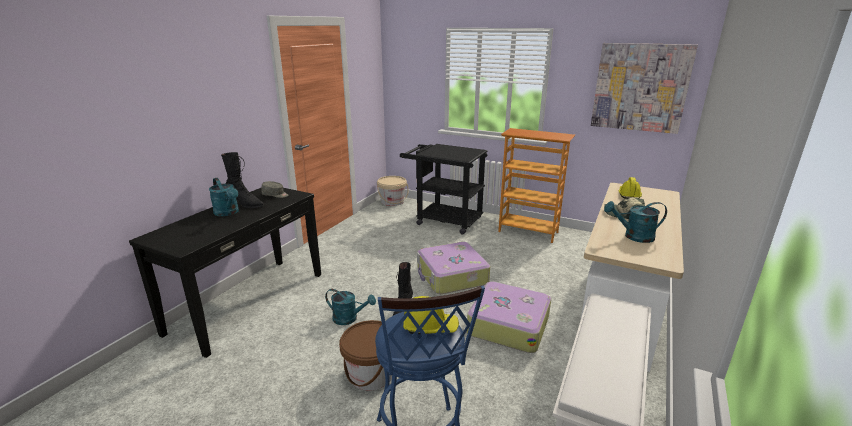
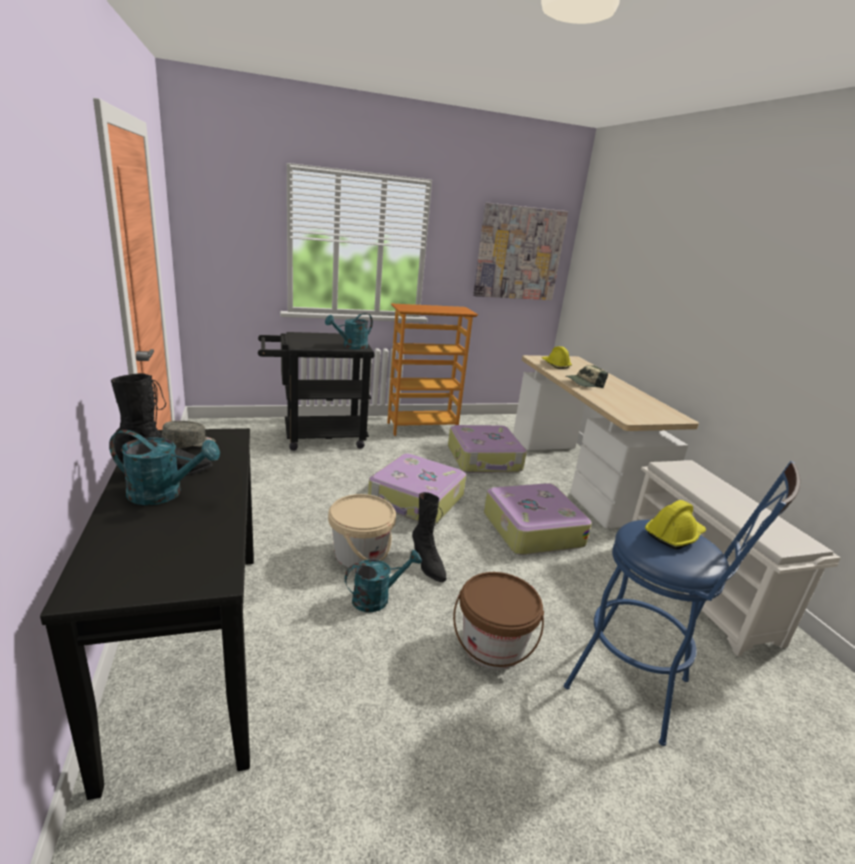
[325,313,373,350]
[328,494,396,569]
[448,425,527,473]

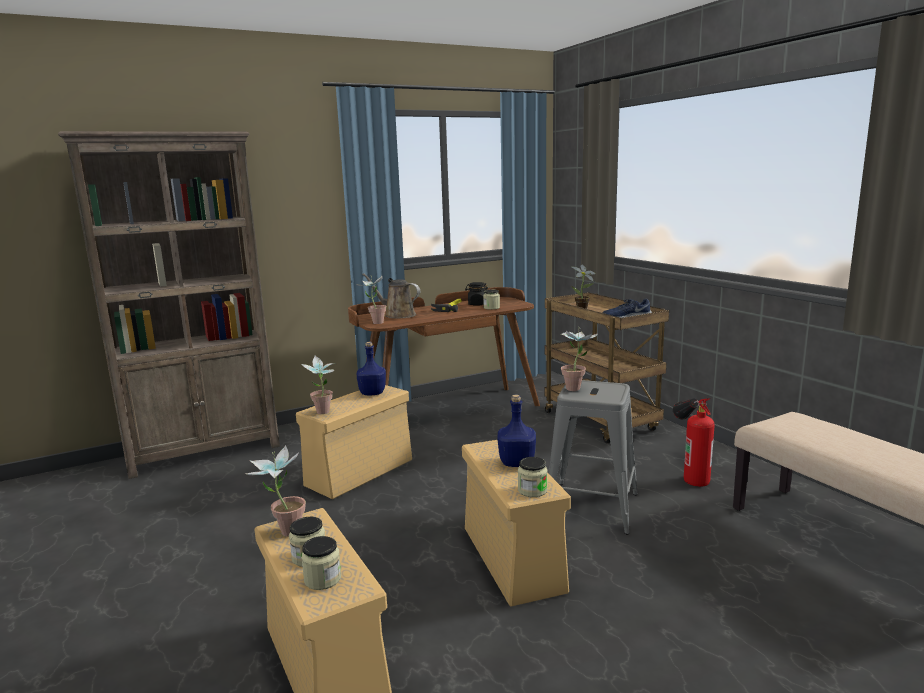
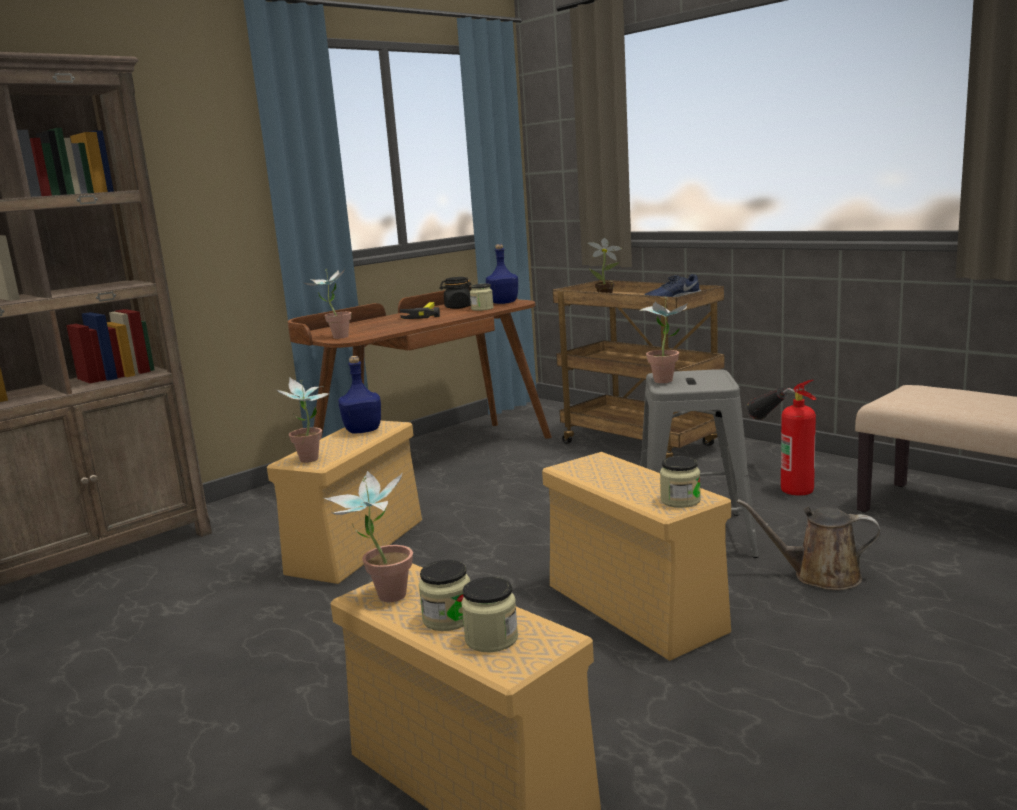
[486,244,518,304]
[737,499,881,590]

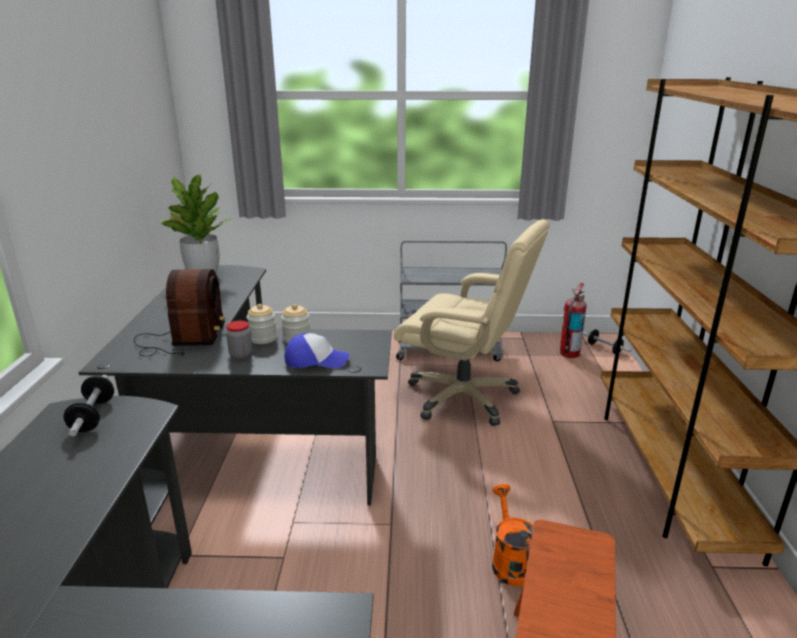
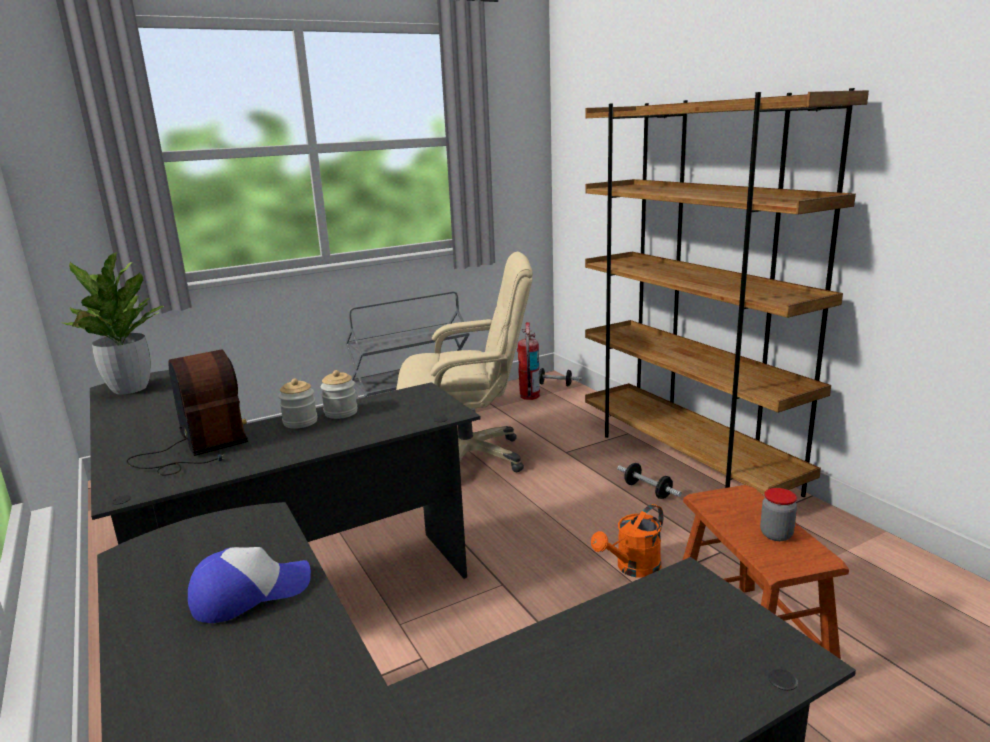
[188,547,311,623]
[591,504,664,578]
[617,463,682,499]
[760,488,797,541]

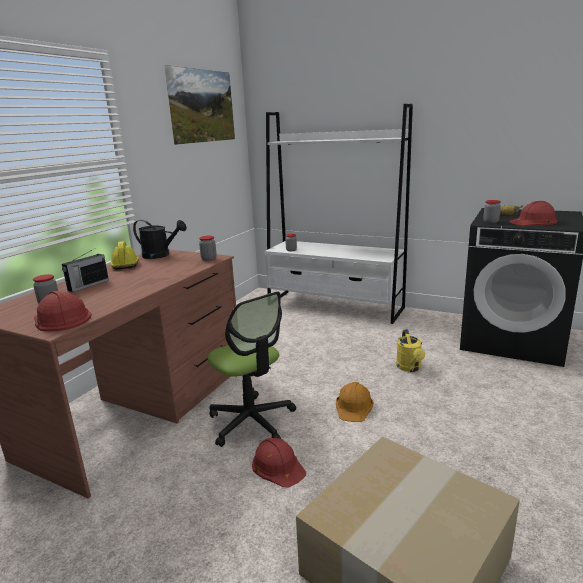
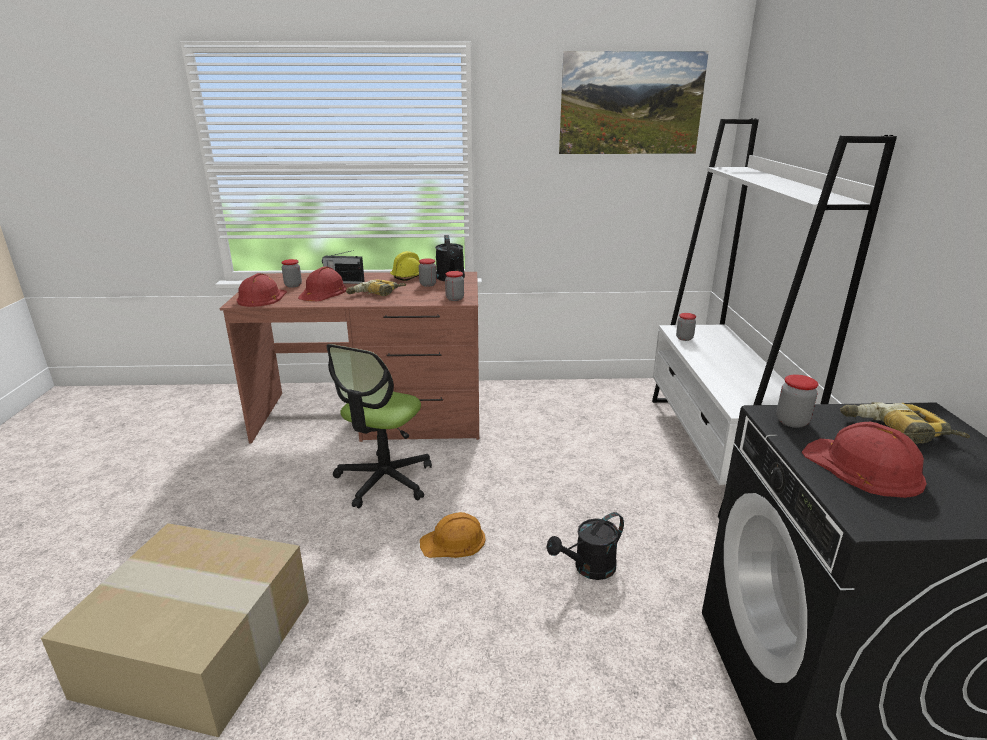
[298,266,347,301]
[346,279,406,296]
[419,258,437,287]
[547,512,624,580]

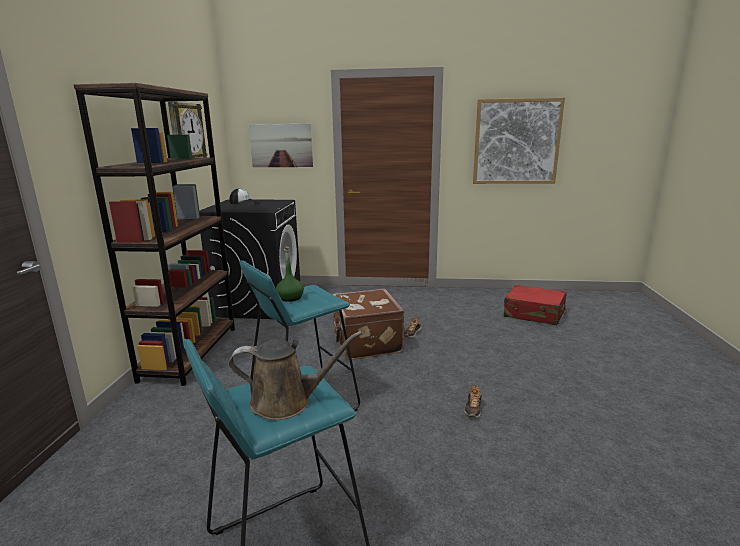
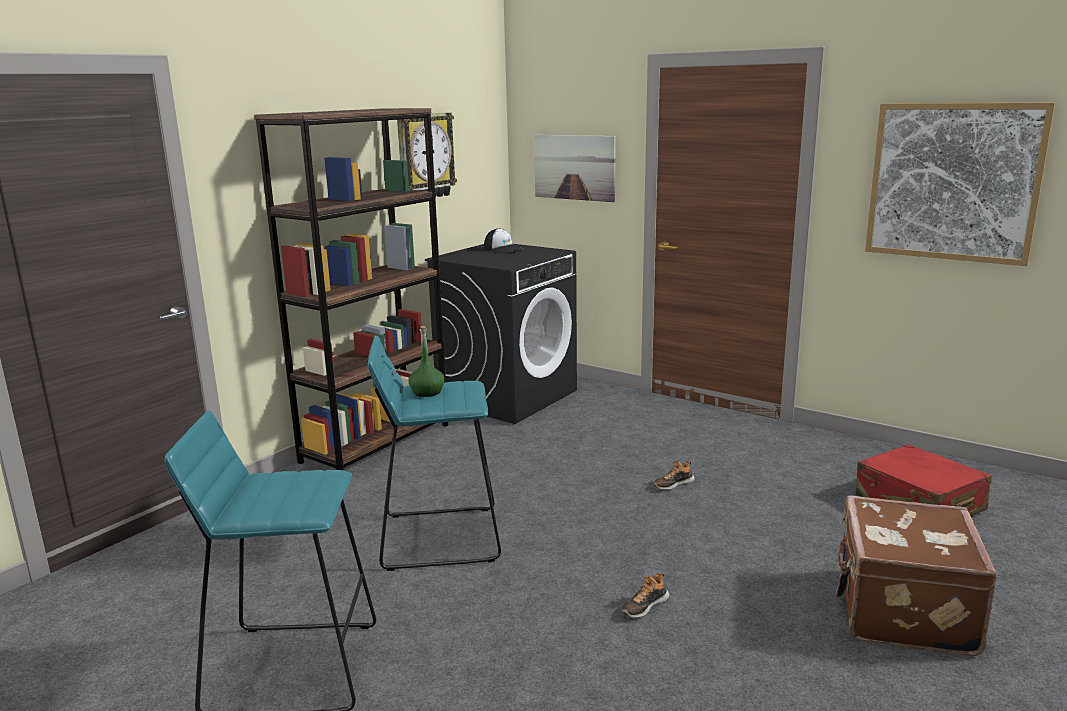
[836,495,997,656]
[229,331,362,420] (first image)

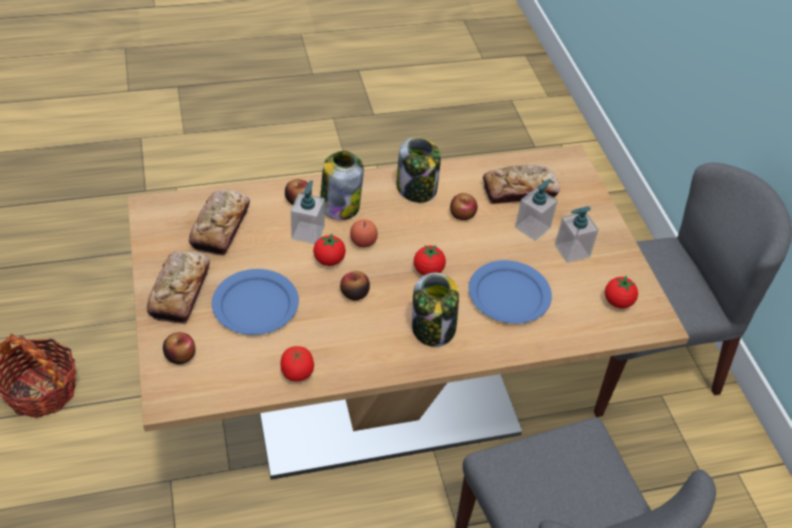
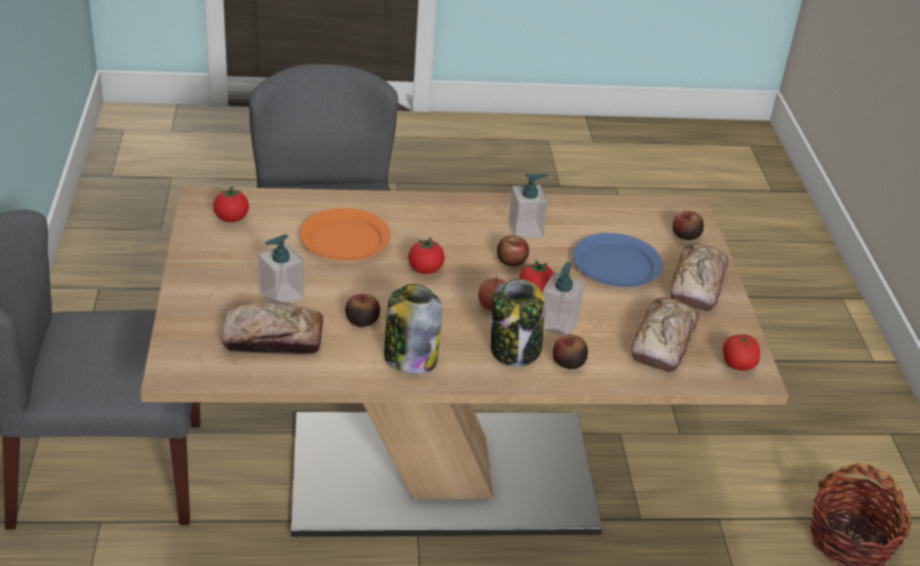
[300,208,391,261]
[508,173,548,239]
[723,334,760,371]
[412,273,459,347] (first image)

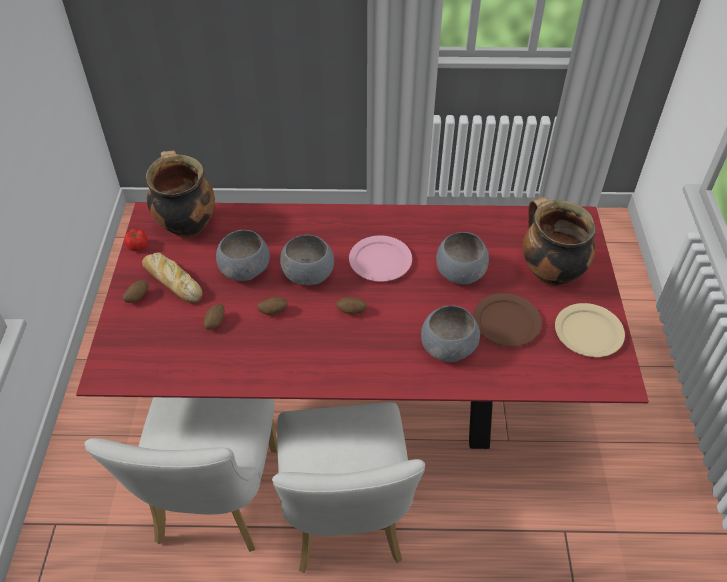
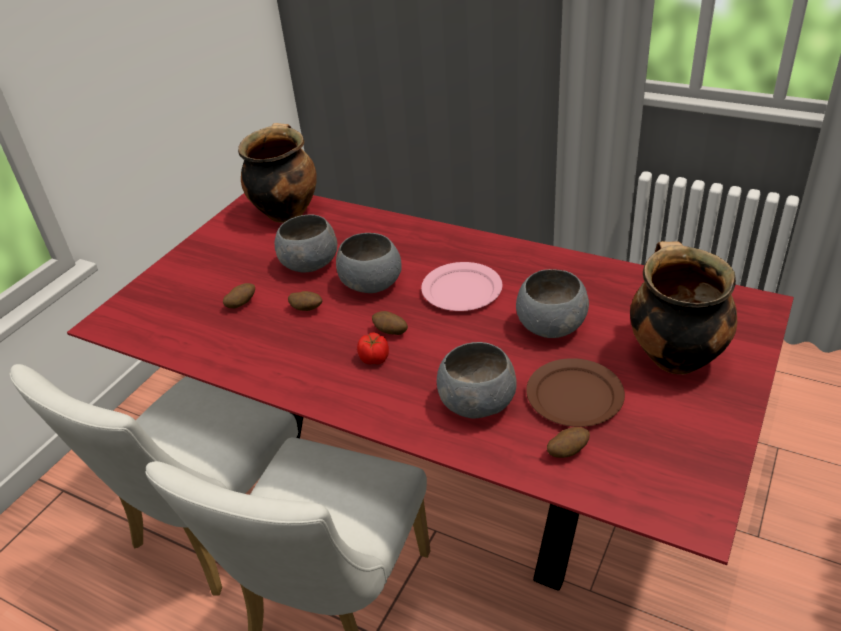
[357,332,389,364]
[547,427,590,458]
[142,252,202,303] (first image)
[555,303,625,357] (first image)

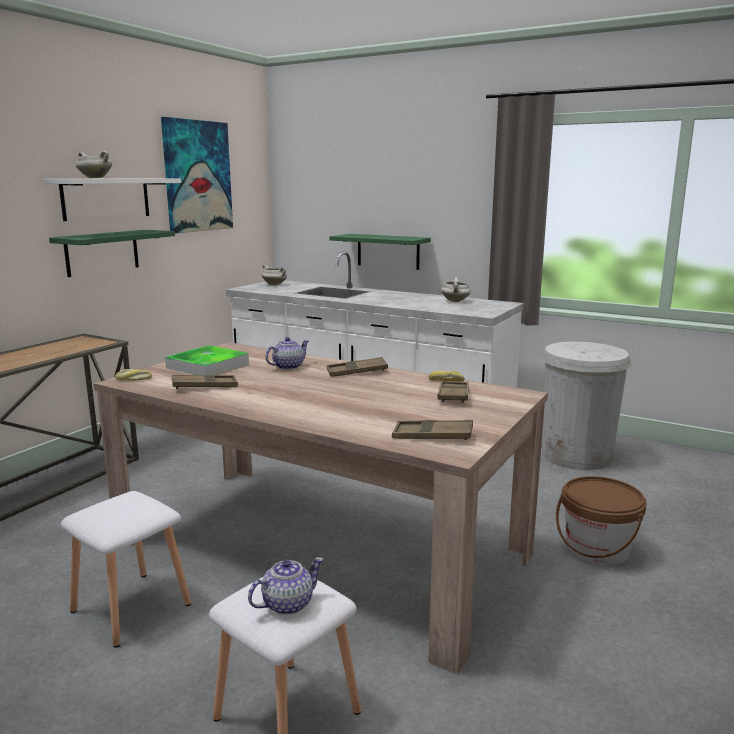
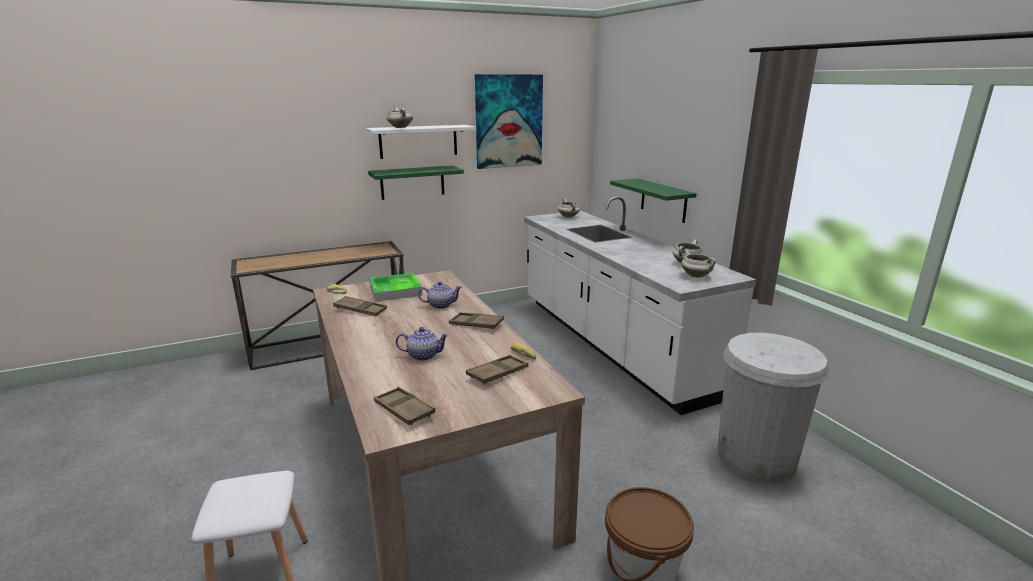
[396,327,449,361]
[681,250,716,278]
[61,491,191,648] (first image)

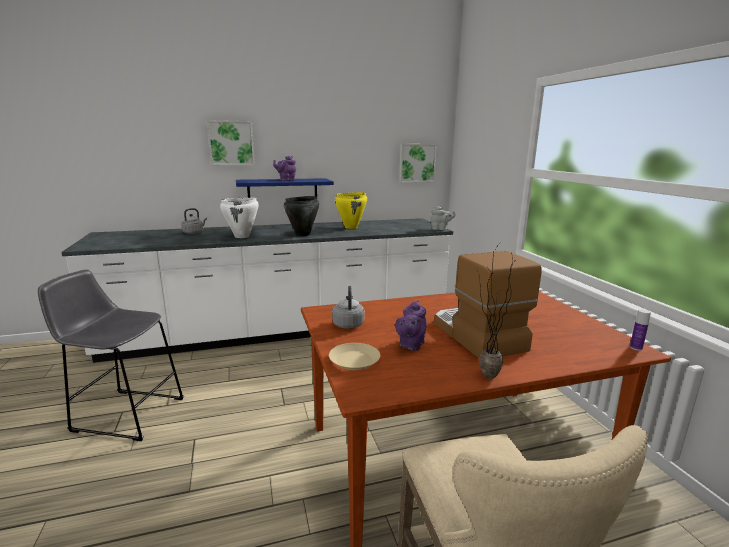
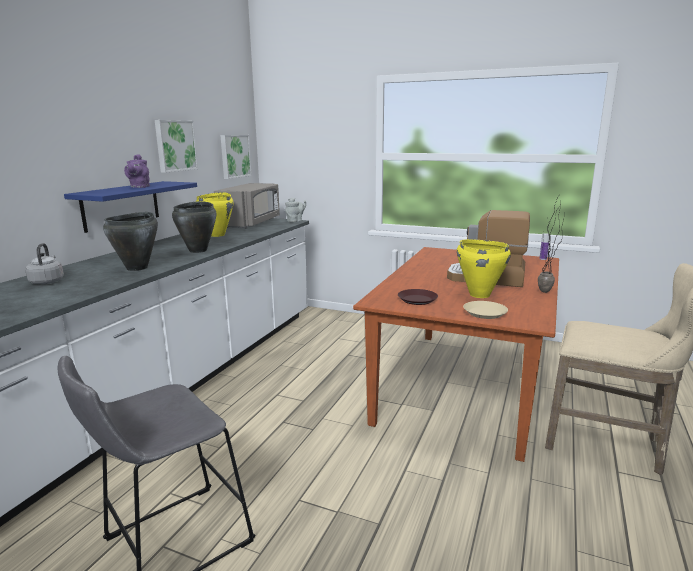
[103,212,158,271]
[155,120,198,173]
[214,183,280,229]
[398,289,438,305]
[457,239,511,298]

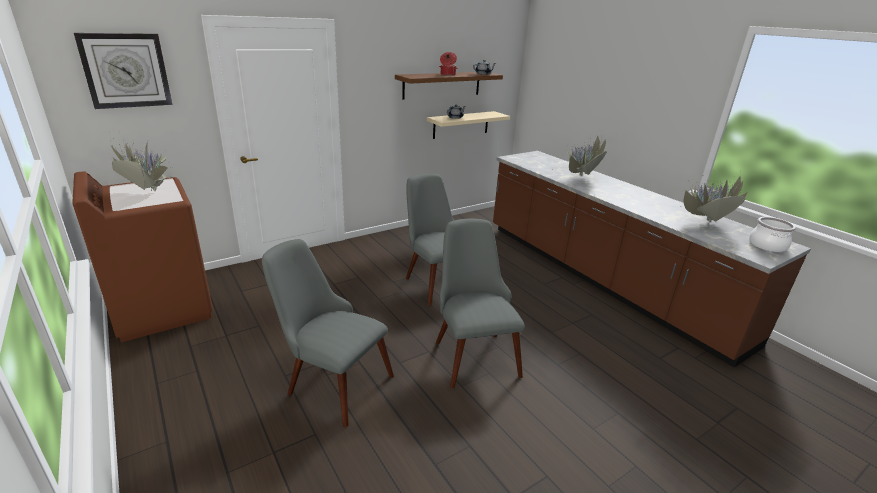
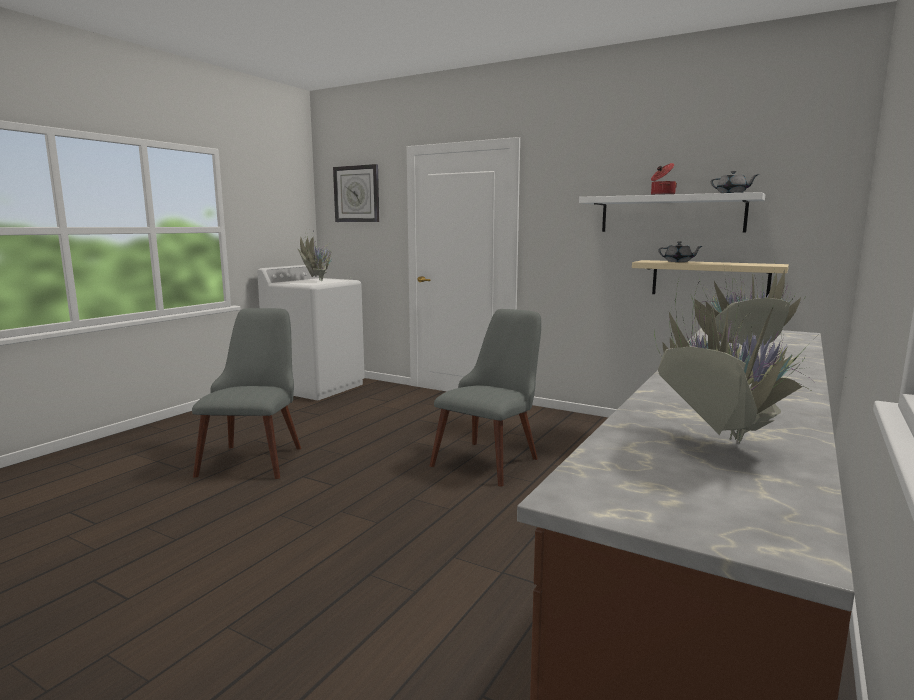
[257,265,365,400]
[579,192,765,232]
[436,219,525,388] (first image)
[750,217,796,252] (first image)

